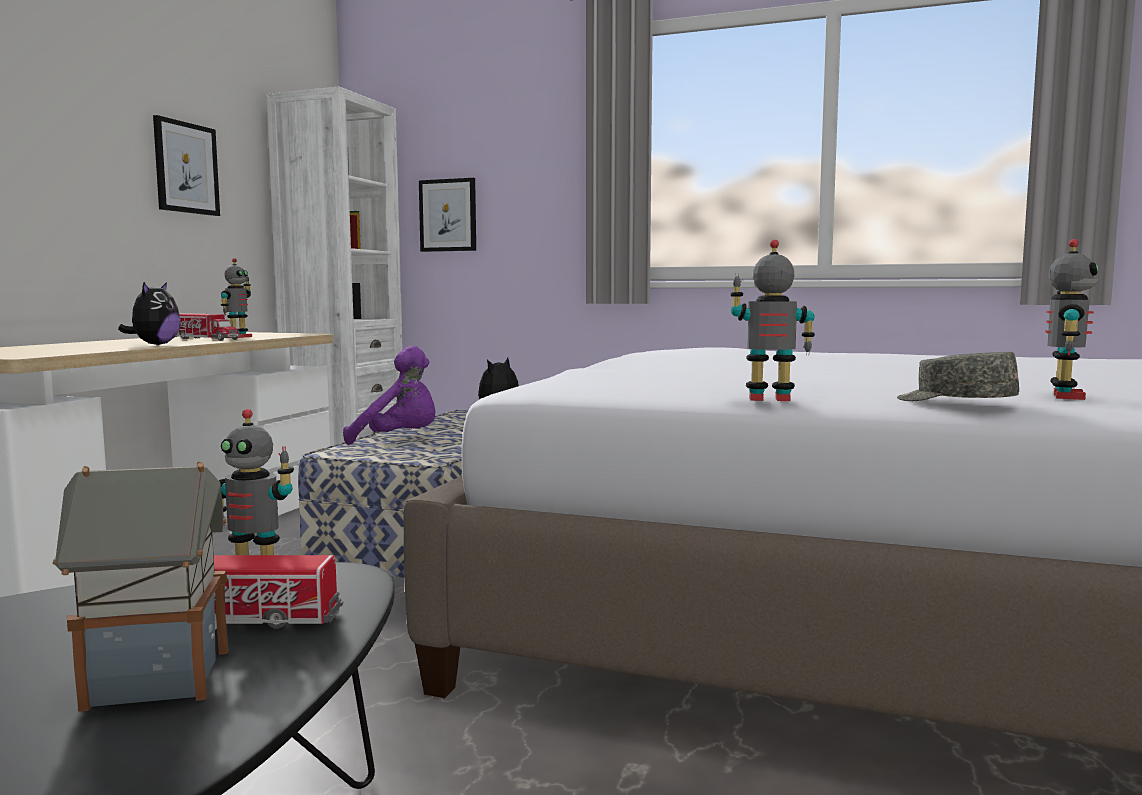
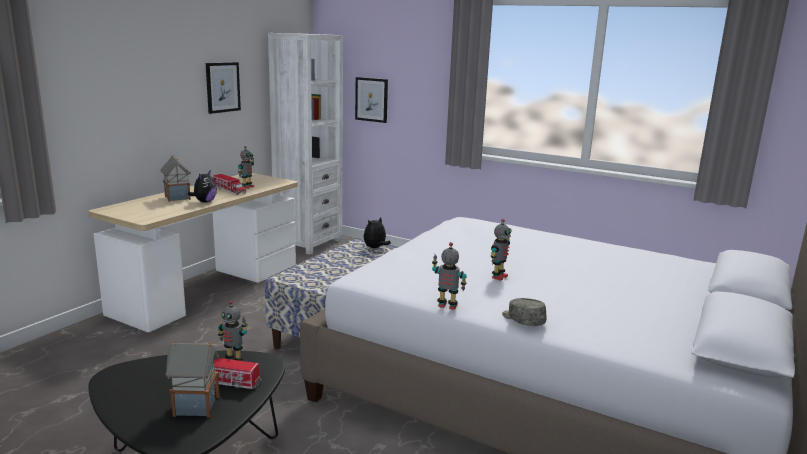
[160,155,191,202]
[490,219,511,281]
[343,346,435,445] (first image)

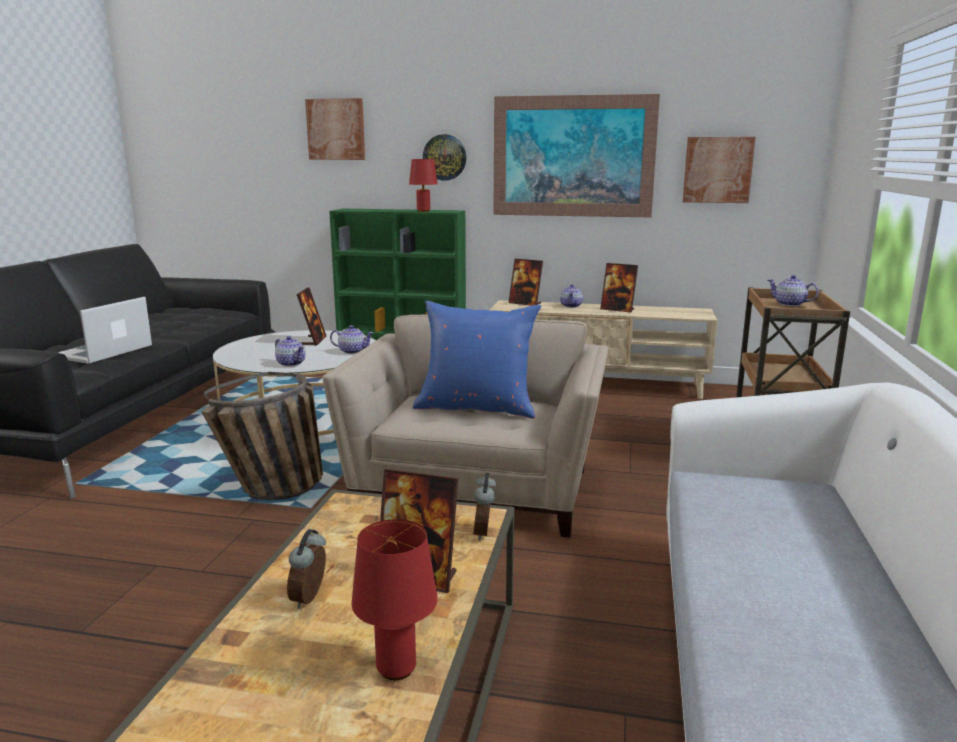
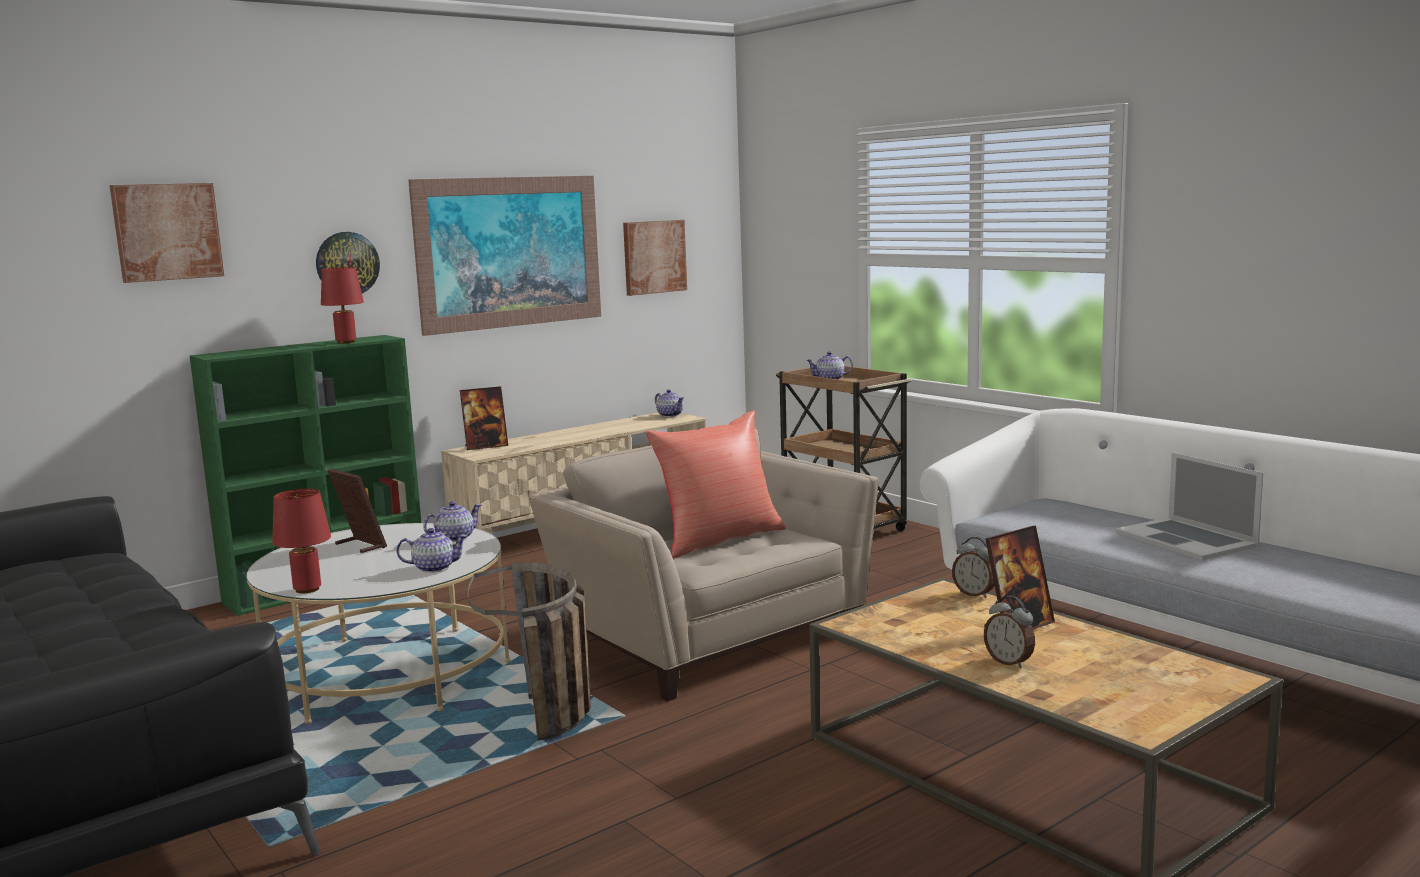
[272,489,331,593]
[645,410,786,558]
[655,390,684,417]
[1115,452,1264,560]
[600,263,638,313] (first image)

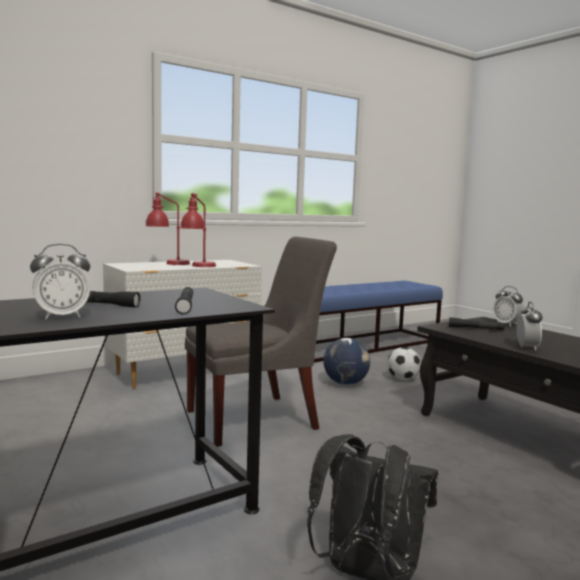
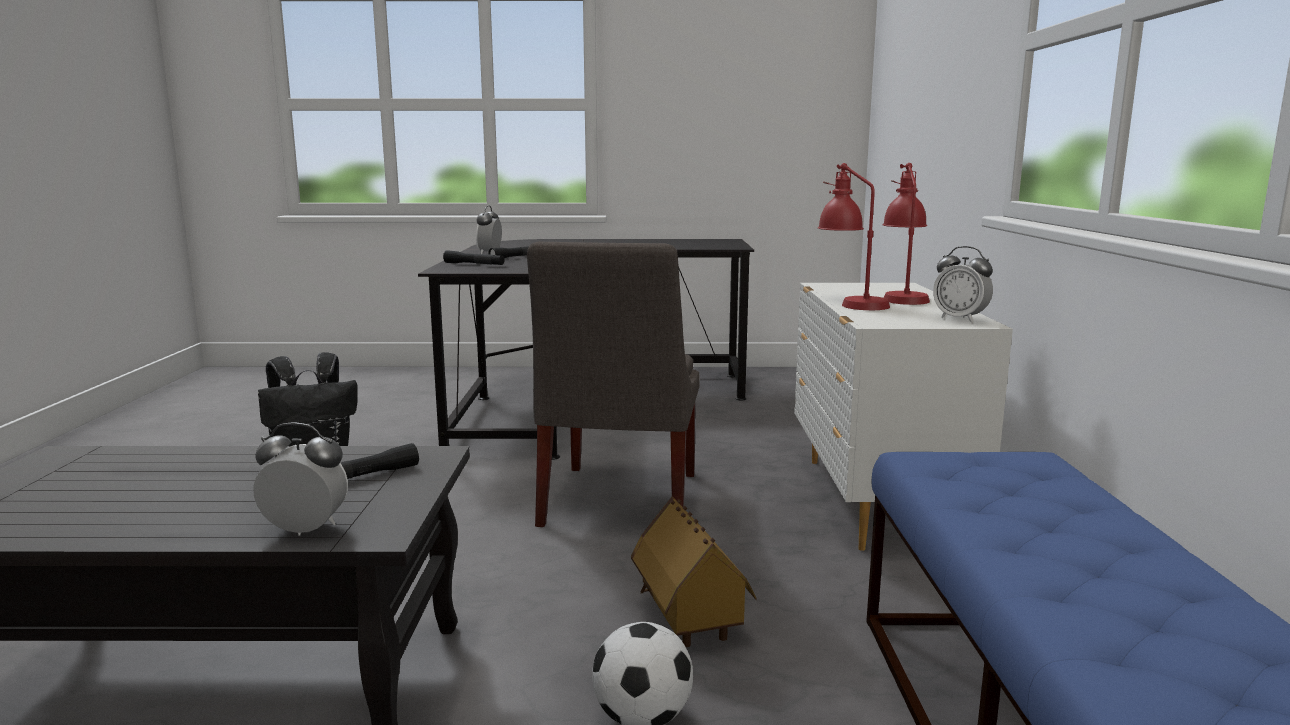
[631,496,756,647]
[933,246,993,322]

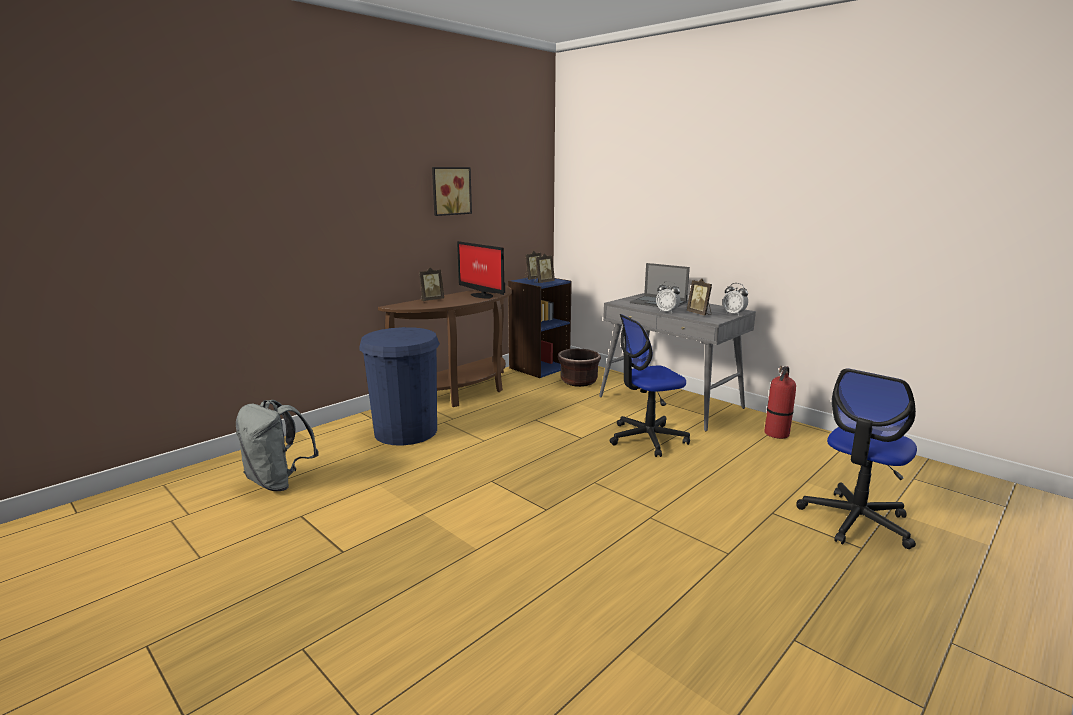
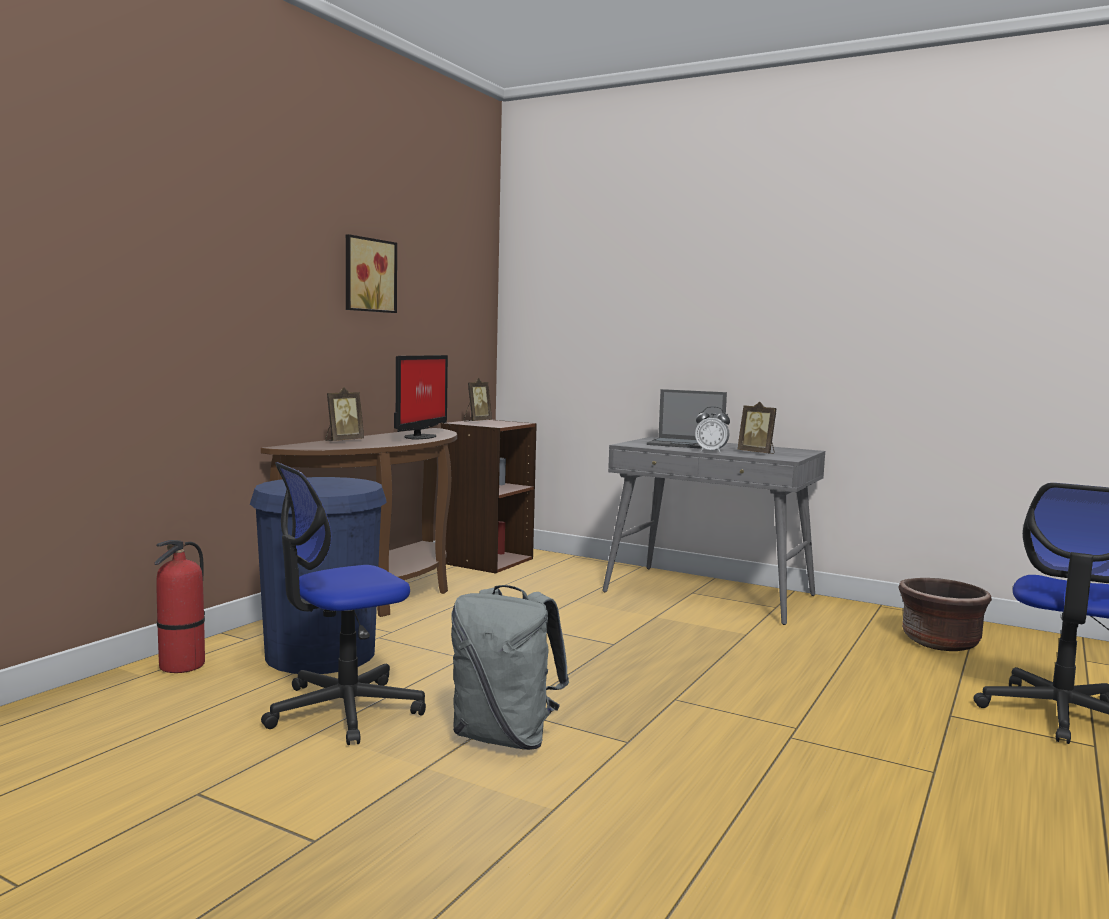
[155,540,205,673]
[261,462,426,745]
[394,355,448,440]
[441,419,537,573]
[451,585,569,750]
[898,578,992,651]
[535,253,555,283] (first image)
[723,283,748,315] (first image)

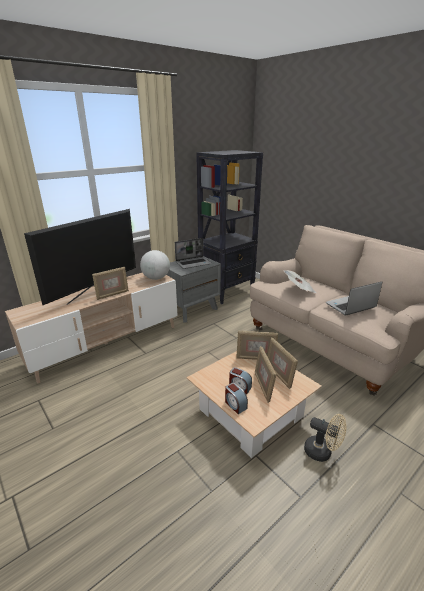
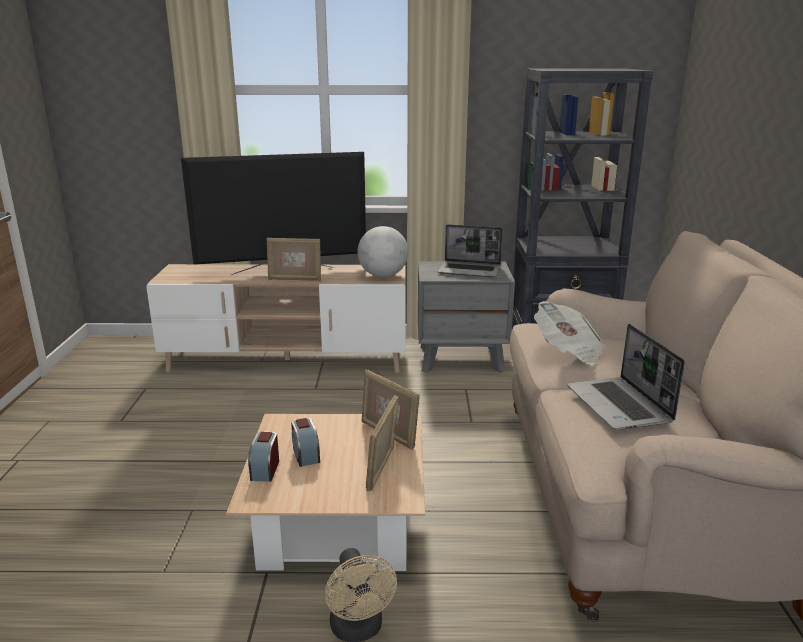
[567,324,685,430]
[255,346,277,403] (first image)

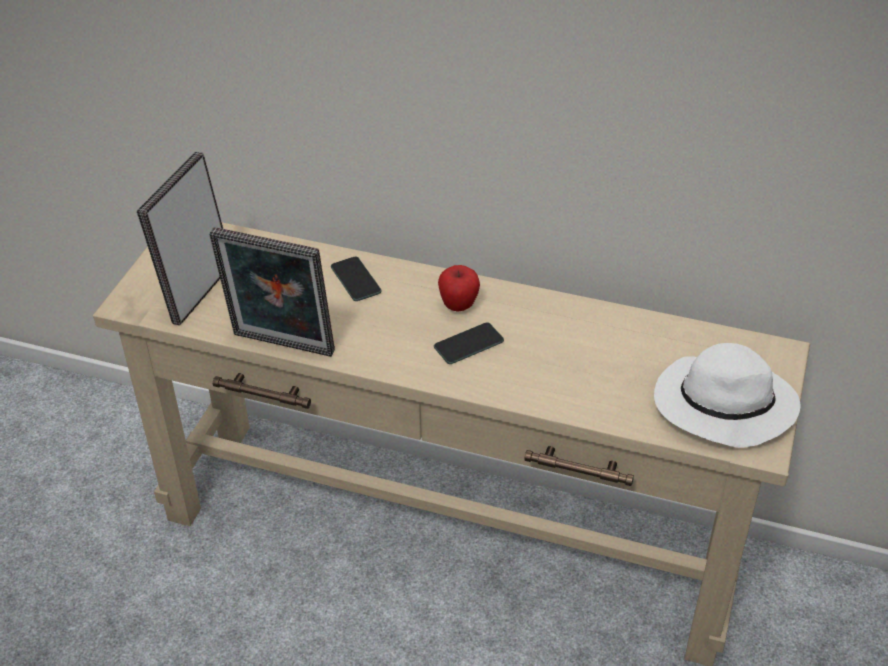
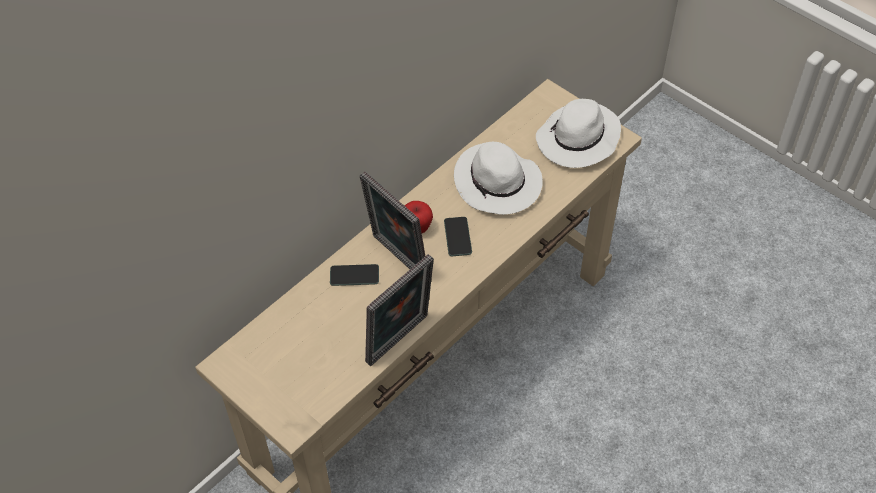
[359,171,425,269]
[454,142,543,215]

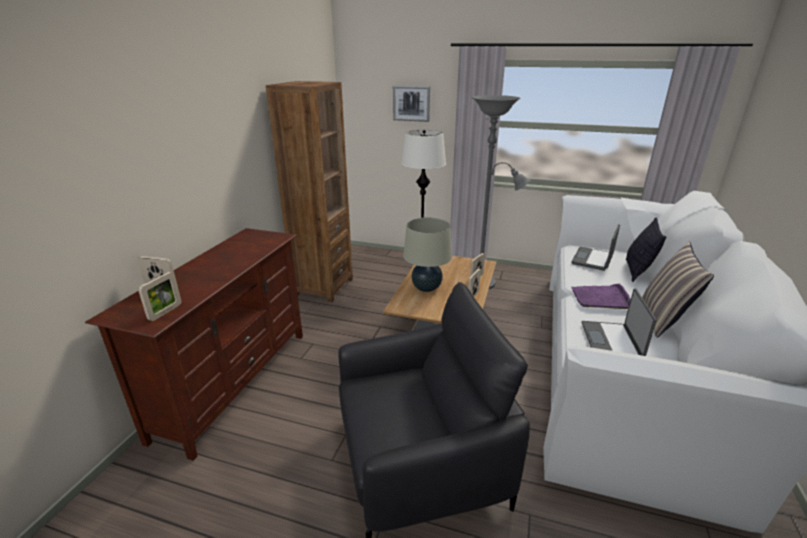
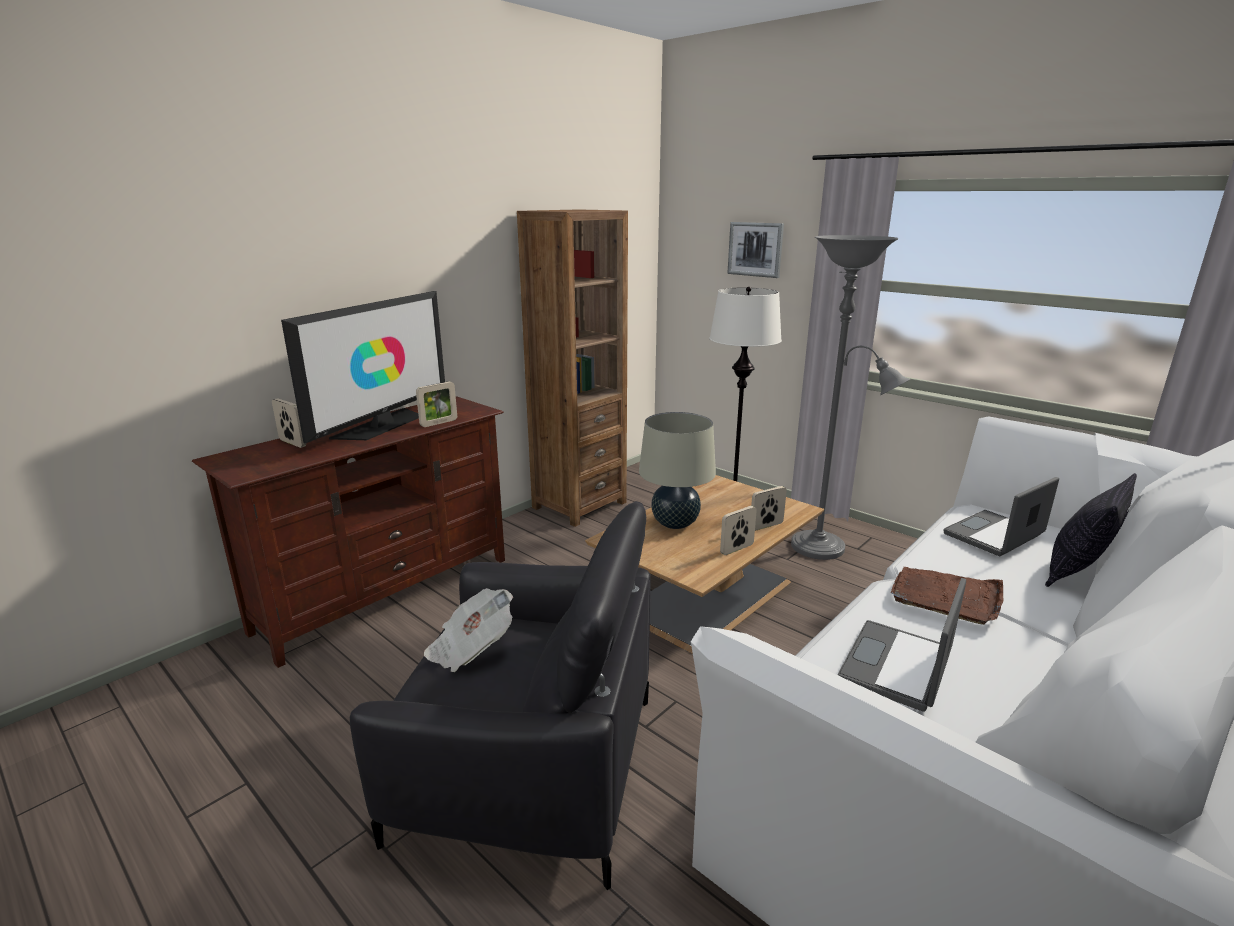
[281,291,445,444]
[416,381,457,427]
[424,588,513,672]
[891,567,1003,625]
[642,242,714,338] (first image)

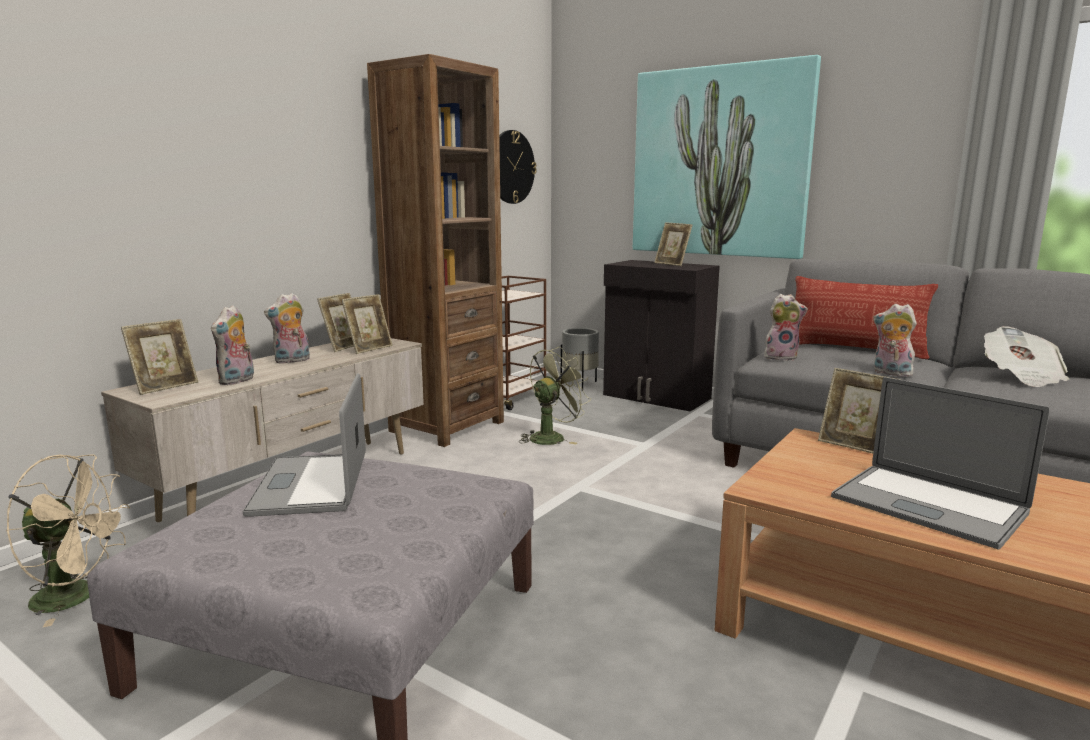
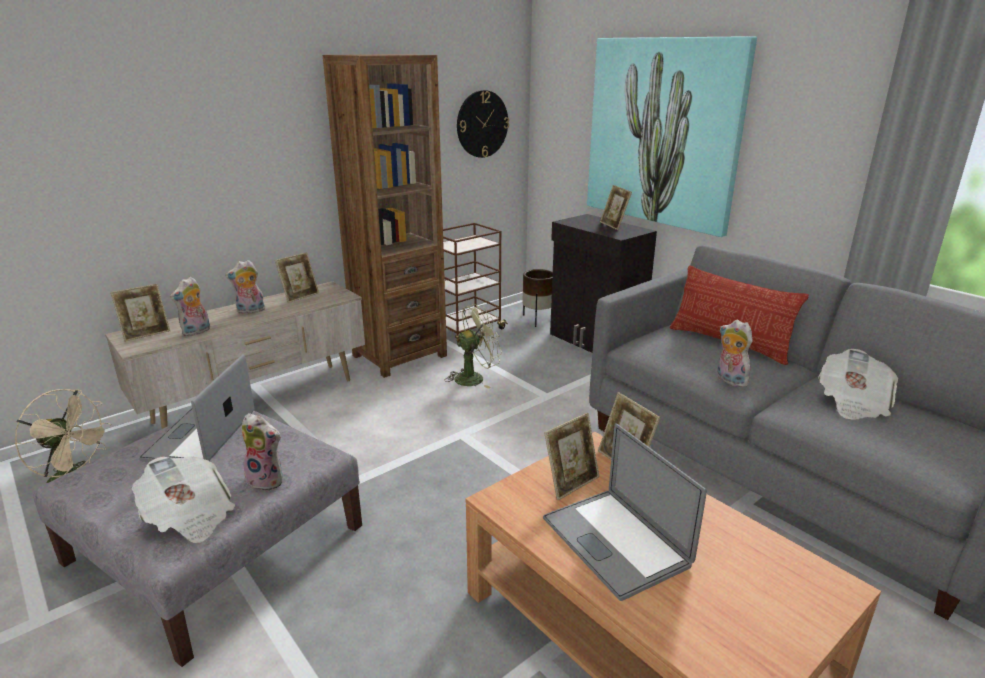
[132,456,235,543]
[242,413,283,491]
[522,269,553,327]
[544,413,599,500]

